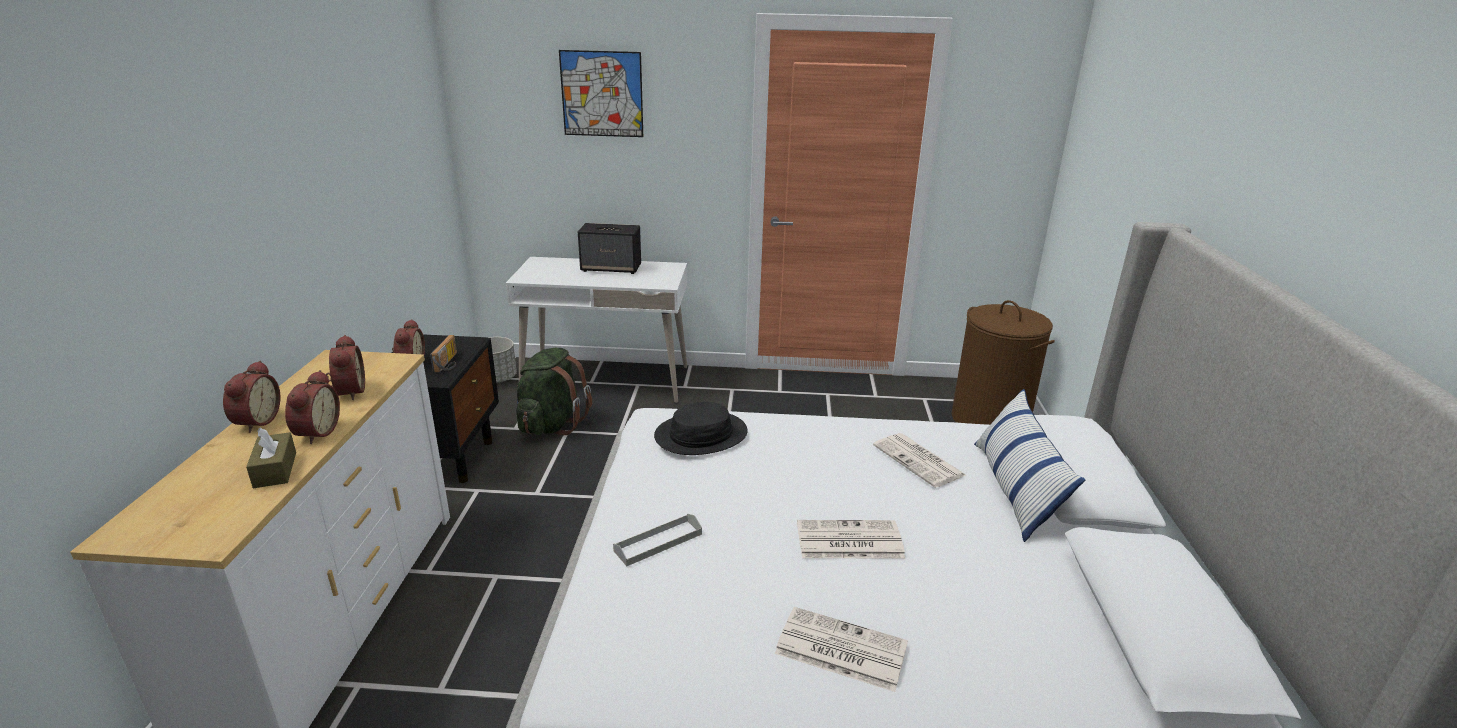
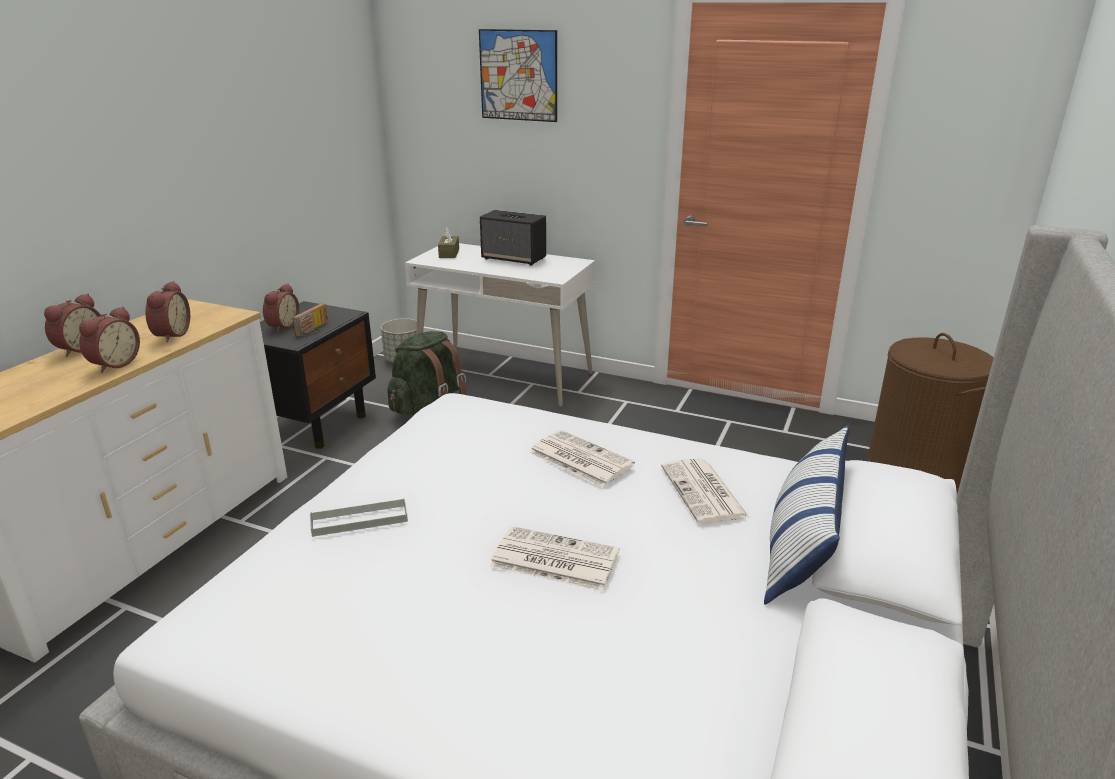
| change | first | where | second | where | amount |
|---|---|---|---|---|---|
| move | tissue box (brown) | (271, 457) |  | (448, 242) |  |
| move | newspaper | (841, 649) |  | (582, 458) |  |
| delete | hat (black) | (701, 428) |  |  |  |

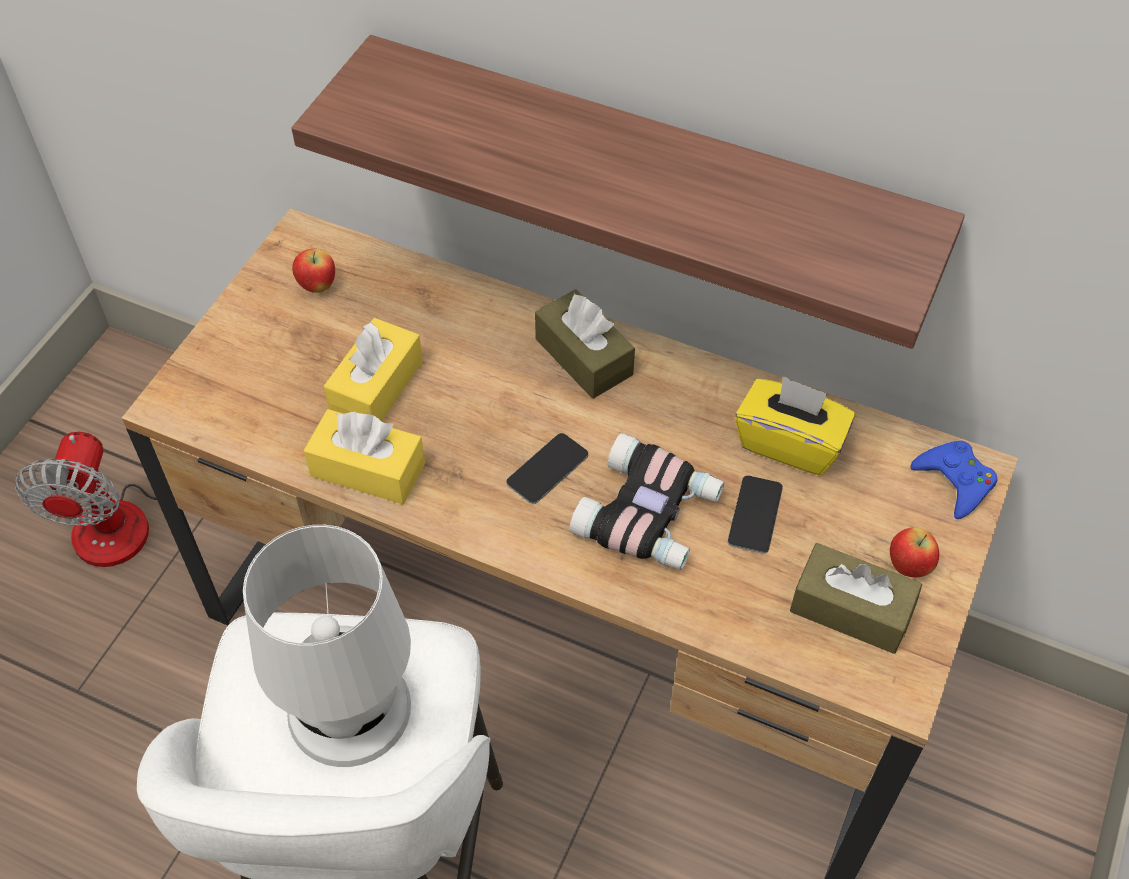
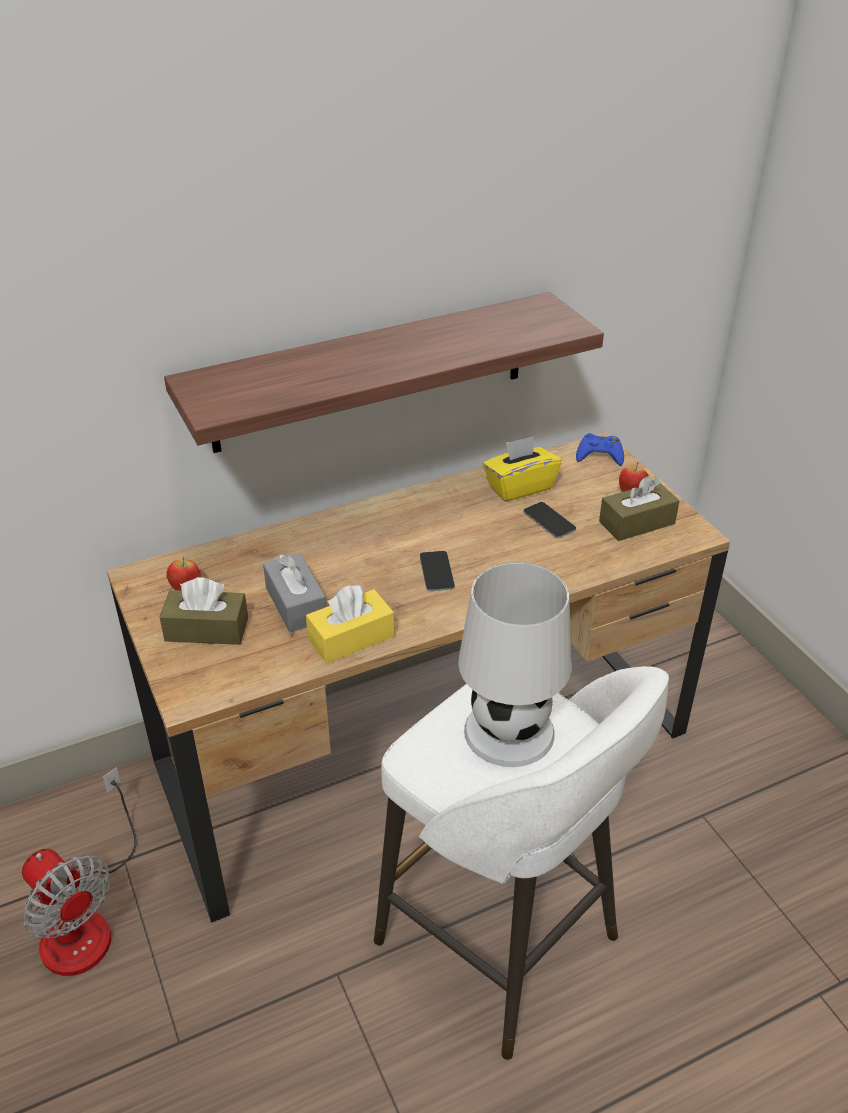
| change | first | where | second | where | amount |
|---|---|---|---|---|---|
| move | tissue box (brown) | (585, 344) |  | (204, 611) |  |
| recolor | tissue box (yellow-coloured) | (373, 369) | tissue box (gray) | (294, 592) |  |
| delete | binoculars | (646, 501) |  |  |  |

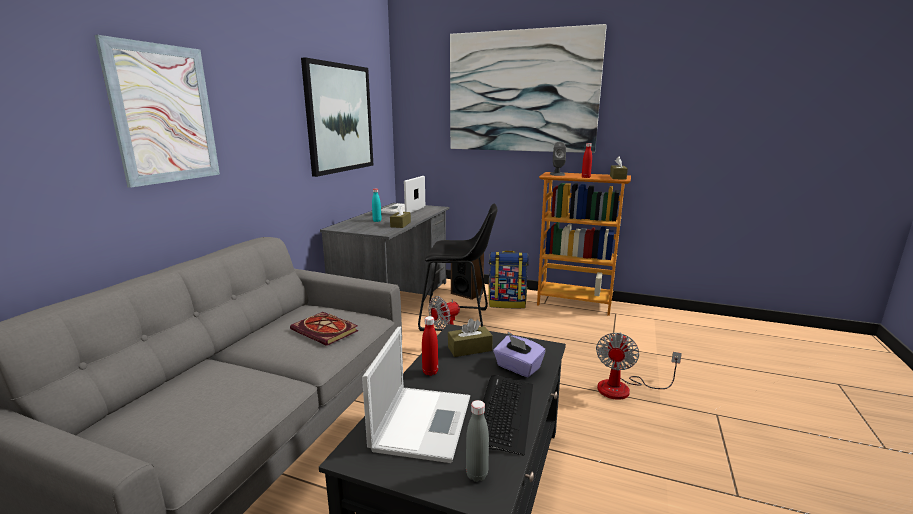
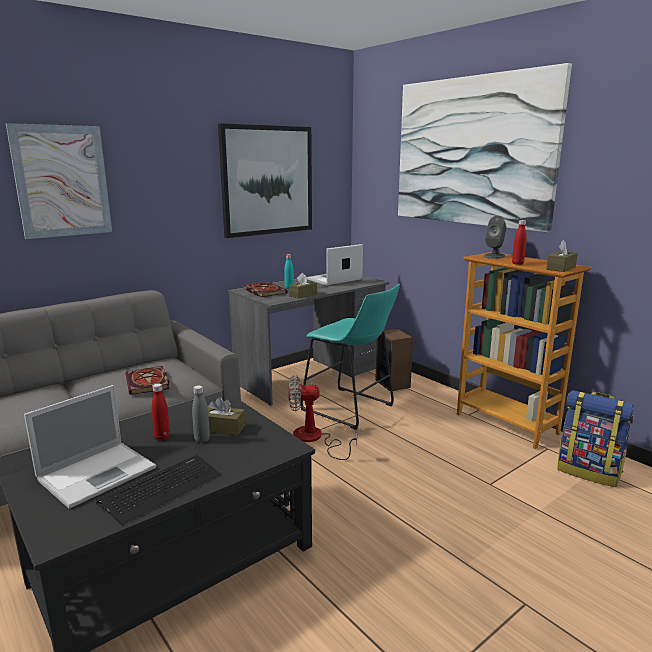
| change | first | where | second | where | amount |
|---|---|---|---|---|---|
| move | bottle (gray) | (477, 441) |  | (201, 414) |  |
| insert |  |  | bound book | (266, 289) |  |
| recolor | sitting stool (black) | (458, 267) | sitting stool (turquoise-coloured) | (350, 357) |  |
| move | rucksack | (508, 279) |  | (595, 438) |  |
| delete | tissue box (purplish) | (519, 356) |  |  |  |
| delete | electric fan | (639, 366) |  |  |  |

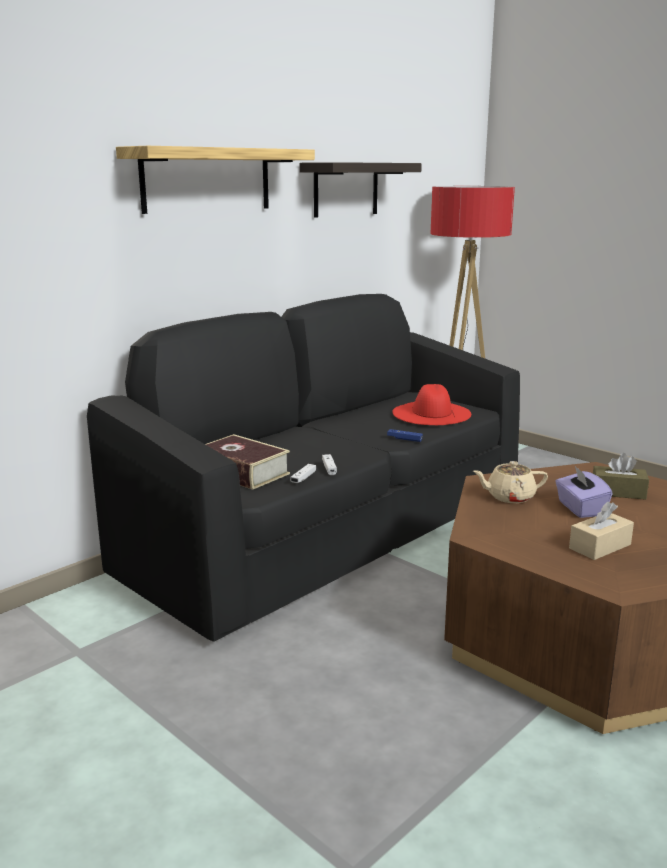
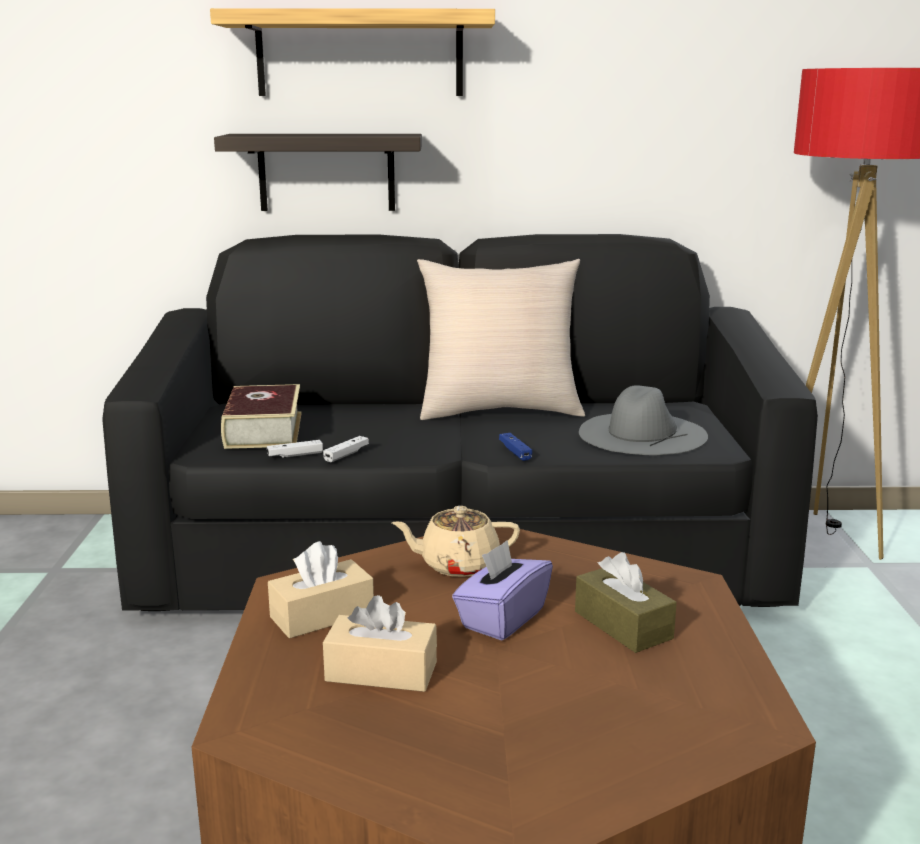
| change | first | where | second | where | amount |
|---|---|---|---|---|---|
| move | bracket shelf | (360, 190) |  | (318, 172) |  |
| insert |  |  | tissue box (beige) | (321, 590) |  |
| rotate | tea pot (beige) | (510, 482) |  | (456, 541) | 45 degrees counterclockwise |
| insert |  |  | throw pillow (beige) | (501, 339) |  |
| recolor | hat (red) | (431, 404) | hat (gray) | (643, 420) |  |

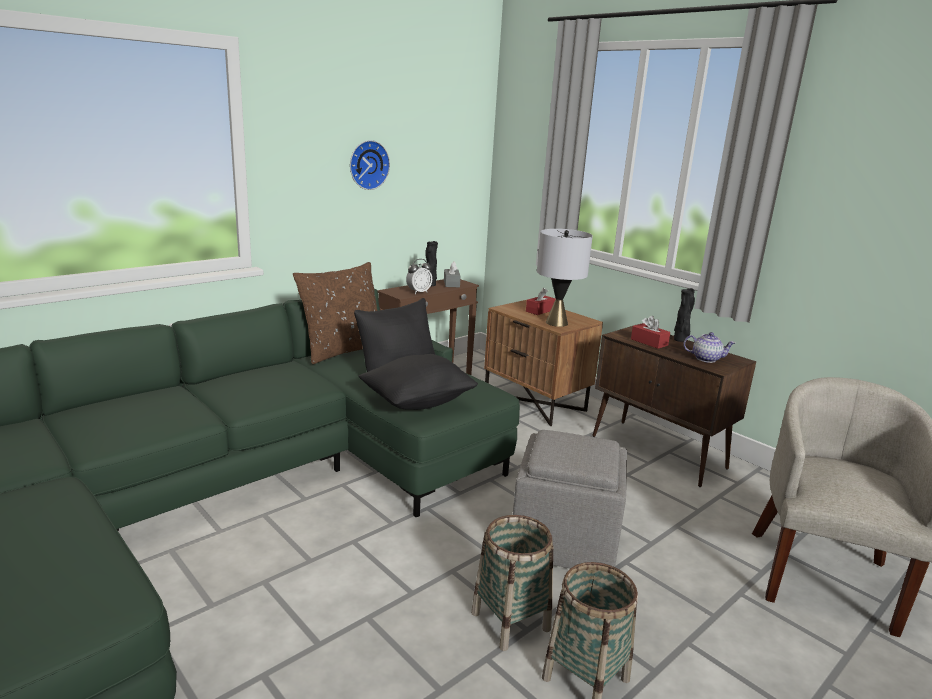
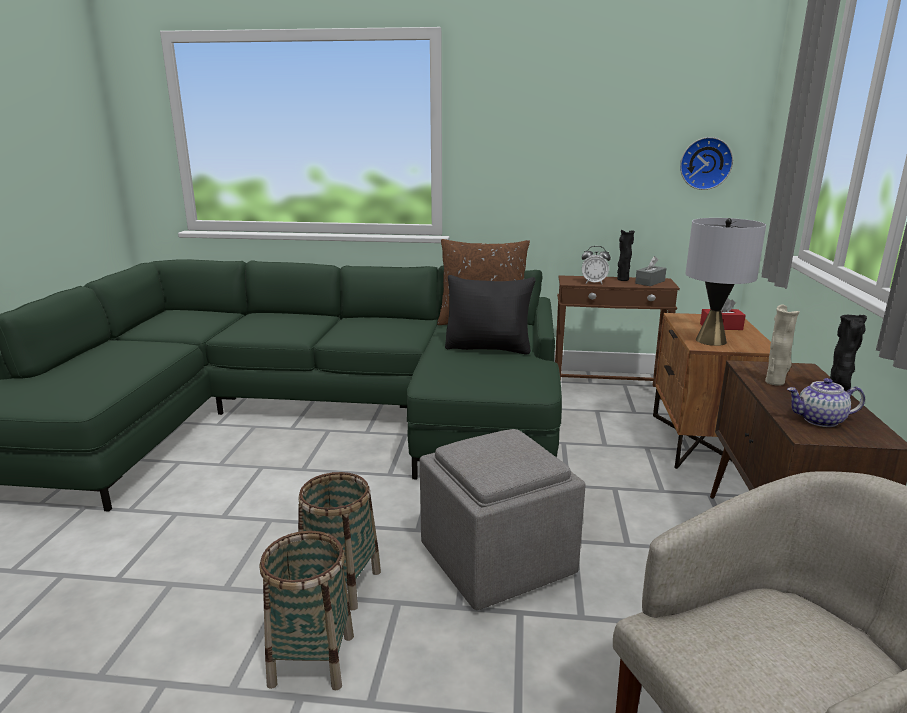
| change | first | where | second | where | amount |
|---|---|---|---|---|---|
| move | hanging clock | (370, 165) |  | (706, 163) |  |
| replace | tissue box (red) | (650, 332) | vase (beige) | (782, 345) |  |
| rotate | tea pot | (709, 347) |  | (826, 402) | 120 degrees clockwise |
| delete | throw pillow (black) | (418, 382) |  |  |  |

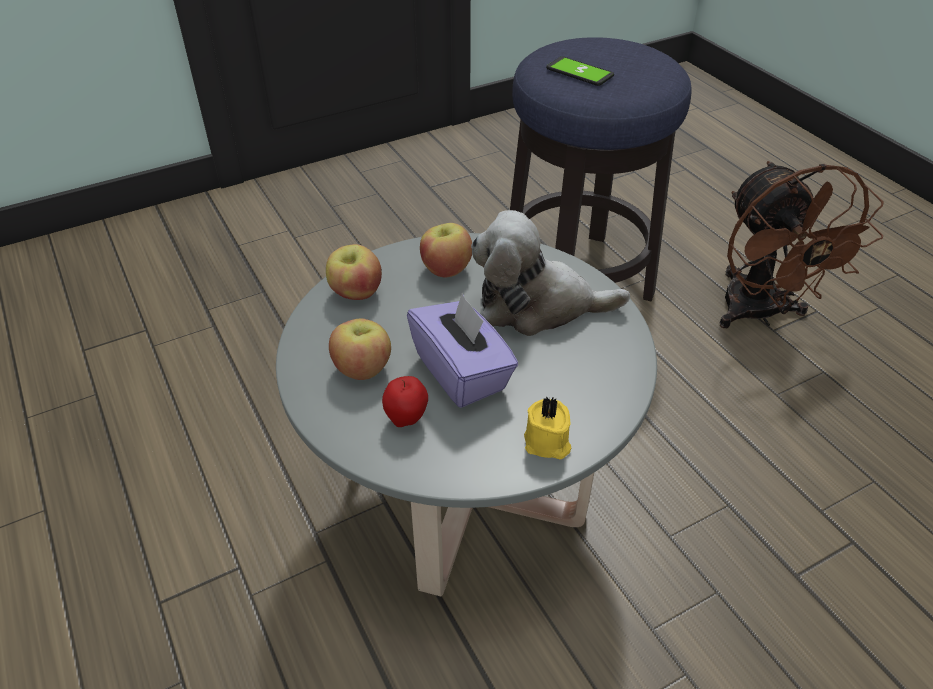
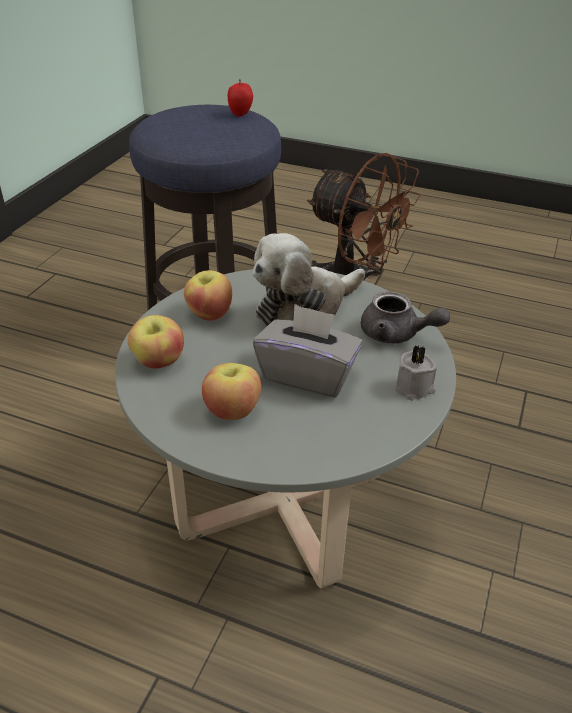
| change | first | where | second | where | amount |
|---|---|---|---|---|---|
| move | apple fruit | (405, 401) |  | (240, 98) |  |
| recolor | tissue box (purplish) | (462, 350) | tissue box (gray) | (308, 350) |  |
| insert |  |  | tea pot (gray) | (405, 318) |  |
| recolor | candle (yellow-coloured) | (547, 427) | candle (gray) | (415, 373) |  |
| delete | phone | (580, 71) |  |  |  |

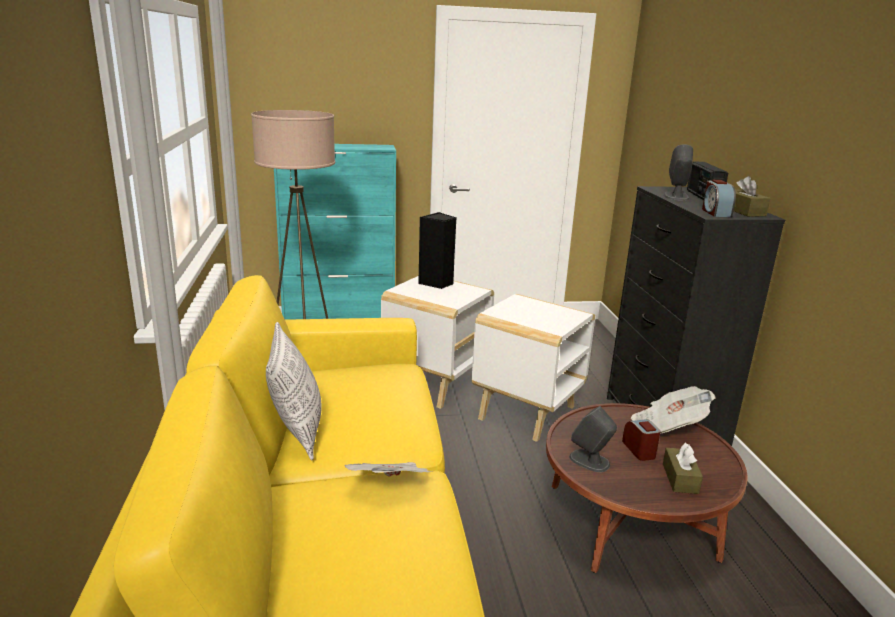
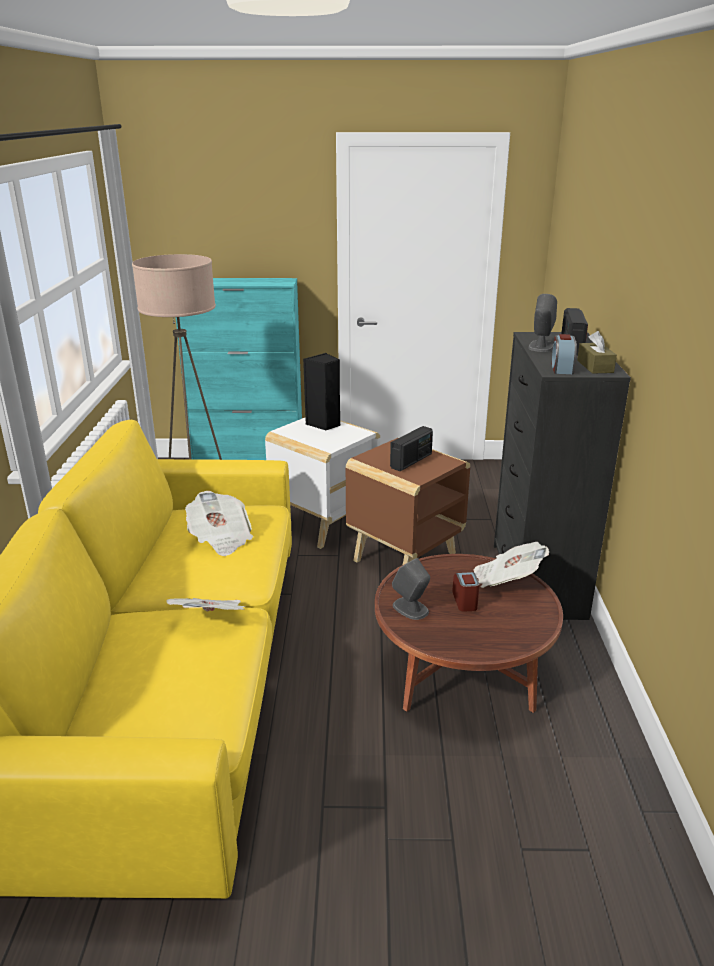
| change | first | where | second | where | amount |
|---|---|---|---|---|---|
| insert |  |  | newspaper | (219, 523) |  |
| recolor | side table (white) | (533, 368) | side table (brown) | (408, 501) |  |
| insert |  |  | radio receiver | (411, 448) |  |
| delete | throw pillow | (293, 391) |  |  |  |
| delete | tissue box (brown) | (683, 468) |  |  |  |

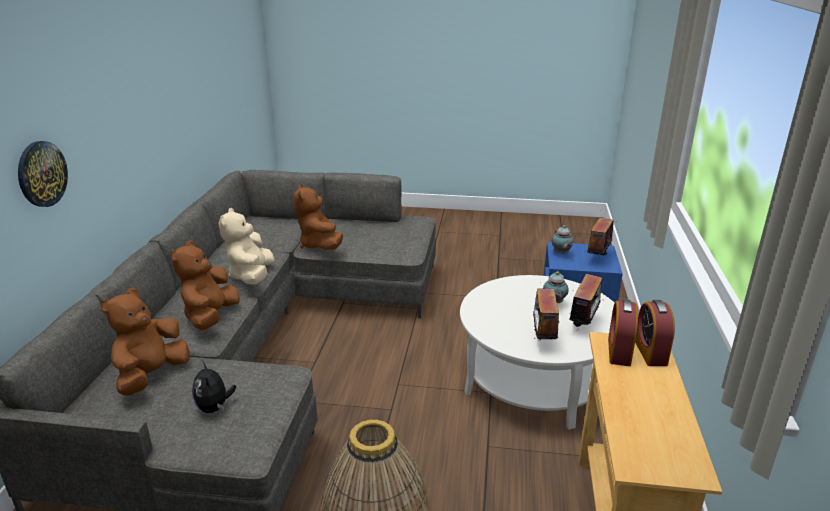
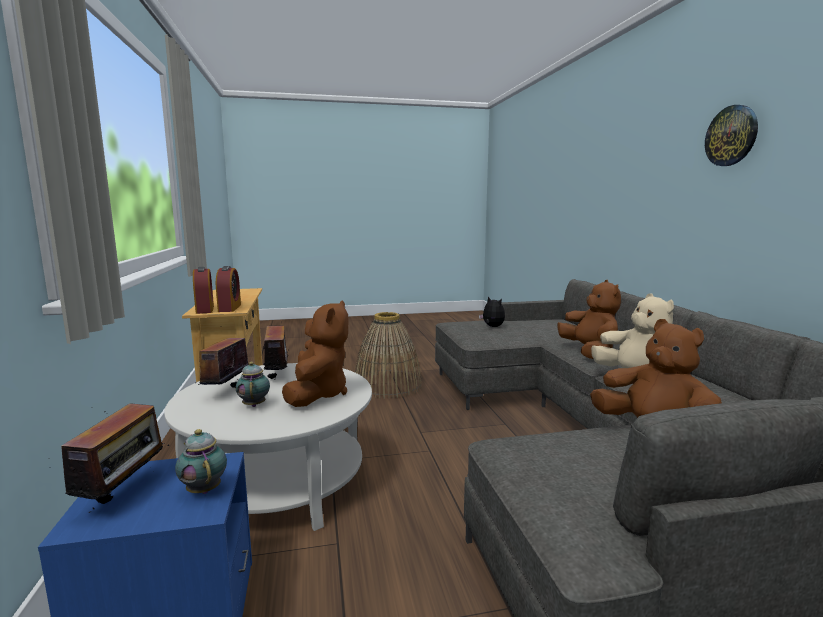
| change | first | where | second | where | amount |
|---|---|---|---|---|---|
| move | plush toy (brown) | (145, 342) |  | (315, 353) |  |
| move | hanging clock | (43, 174) |  | (731, 135) |  |

